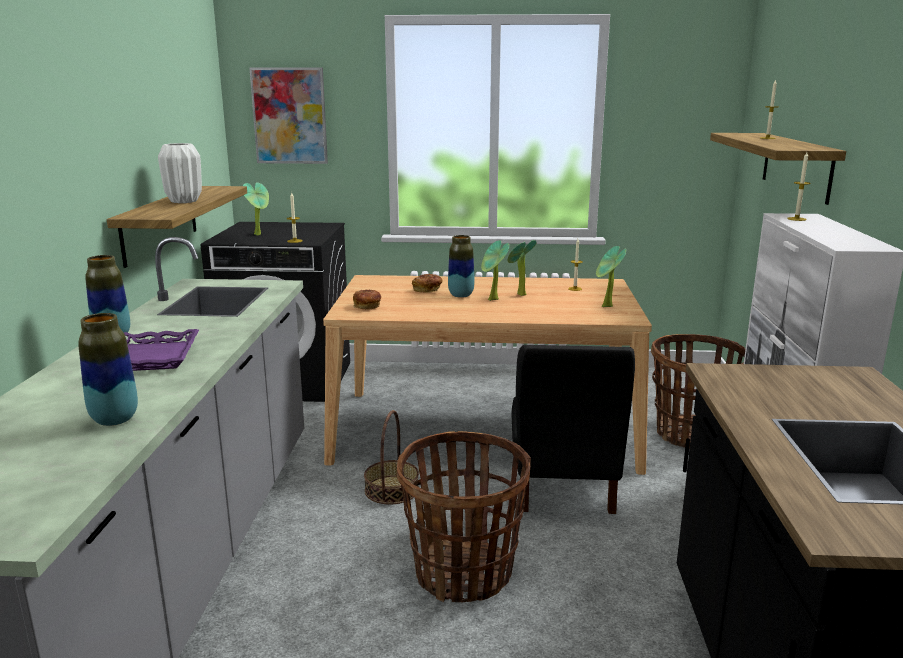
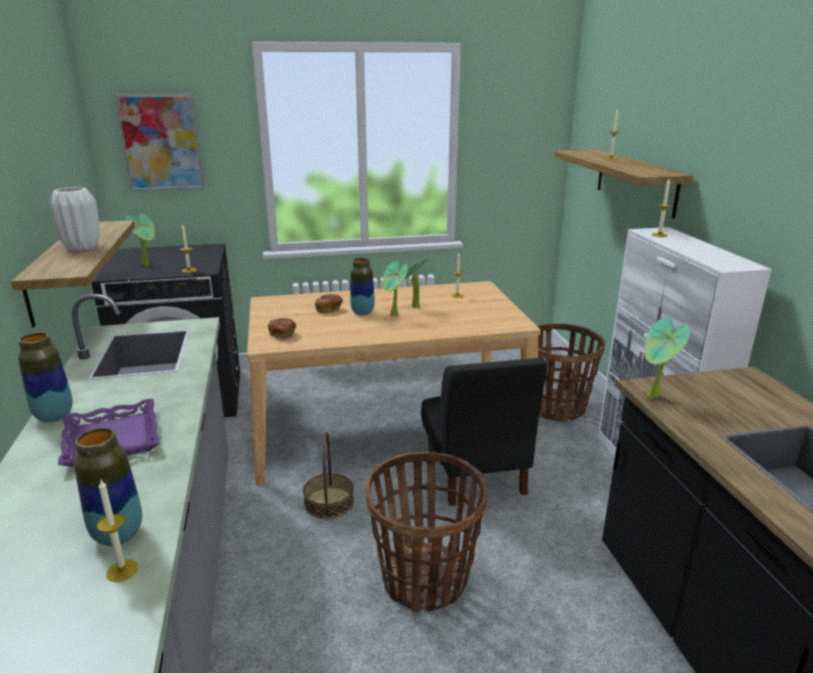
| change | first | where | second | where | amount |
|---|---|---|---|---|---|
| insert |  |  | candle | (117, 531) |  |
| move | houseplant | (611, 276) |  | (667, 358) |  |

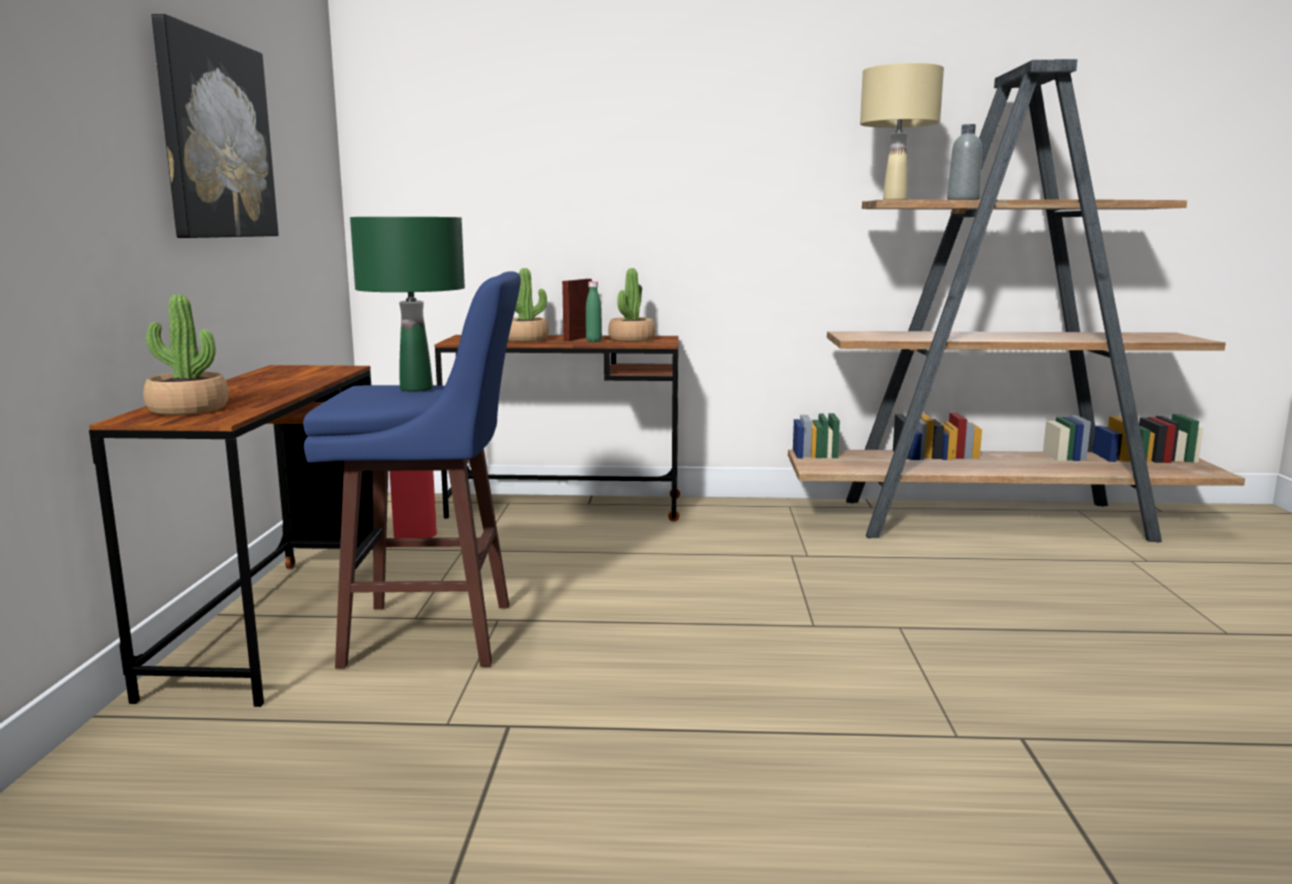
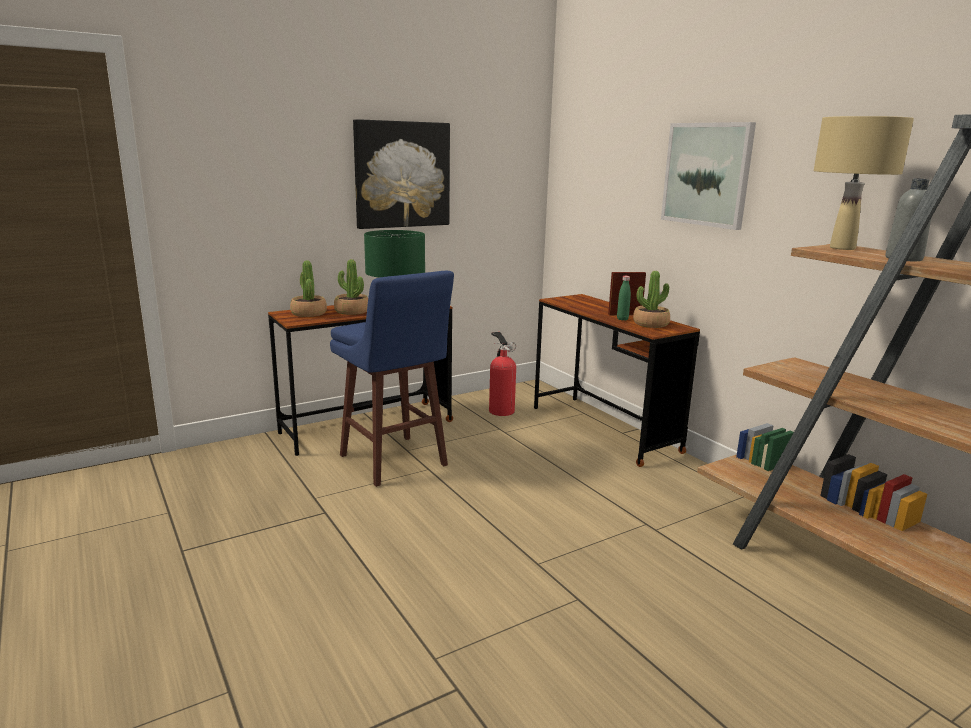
| change | first | where | second | where | amount |
|---|---|---|---|---|---|
| move | houseplant | (528, 305) |  | (351, 287) |  |
| insert |  |  | wall picture | (708, 176) |  |

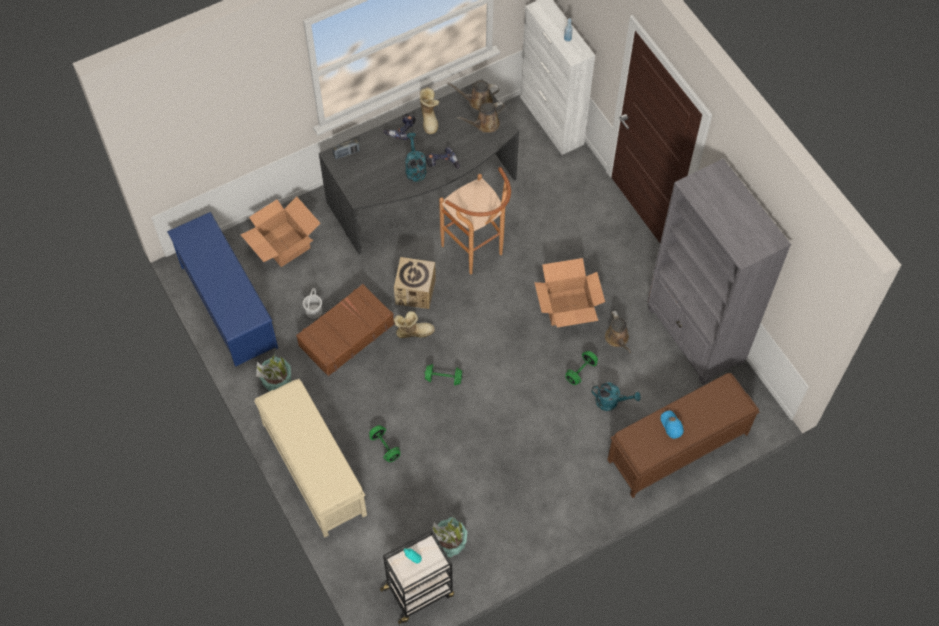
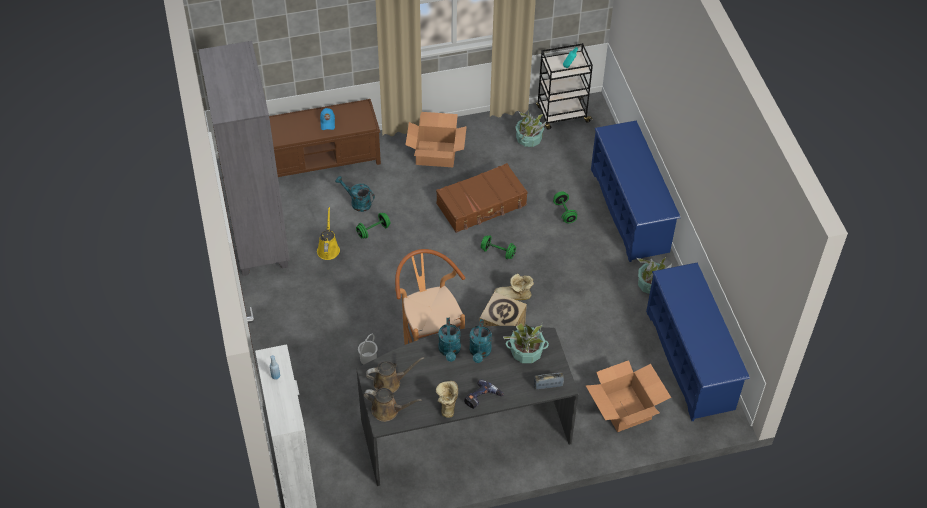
| change | first | where | second | where | amount |
|---|---|---|---|---|---|
| recolor | sprinkling can (brown) | (618, 332) | sprinkling can (yellow-coloured) | (328, 233) |  |
| move | pail (white) | (312, 303) |  | (368, 349) |  |
| move | cardboard box | (569, 292) |  | (436, 139) |  |
| move | suitcase (brown) | (345, 330) |  | (482, 198) |  |
| replace | power drill | (442, 158) | sprinkling can (turquoise-coloured) | (449, 340) |  |
| insert |  |  | houseplant | (526, 342) |  |
| replace | indoor bench (beige) | (310, 458) | shoe stand (bluish) | (636, 191) |  |

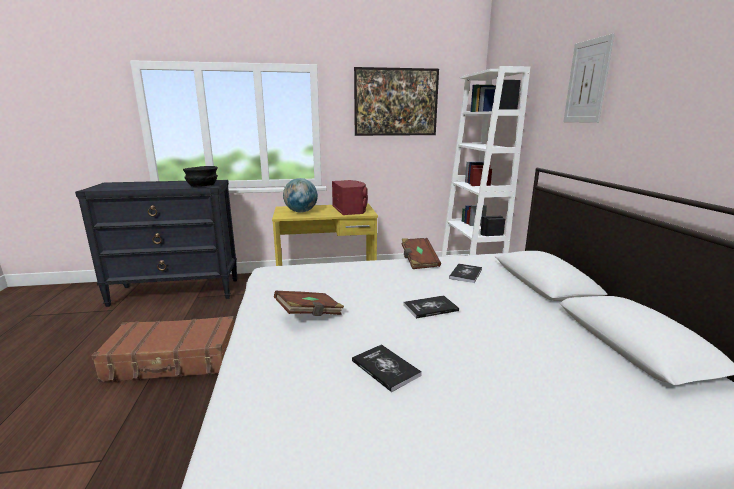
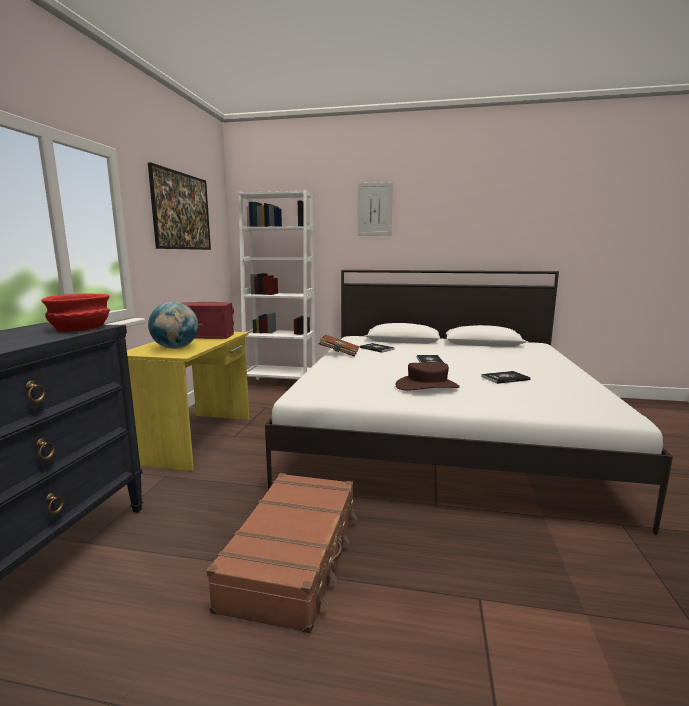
| change | first | where | second | where | amount |
|---|---|---|---|---|---|
| recolor | bowl (black) | (200, 176) | bowl (red) | (75, 312) |  |
| replace | bound book (brown) | (309, 303) | hat (brown) | (427, 376) |  |

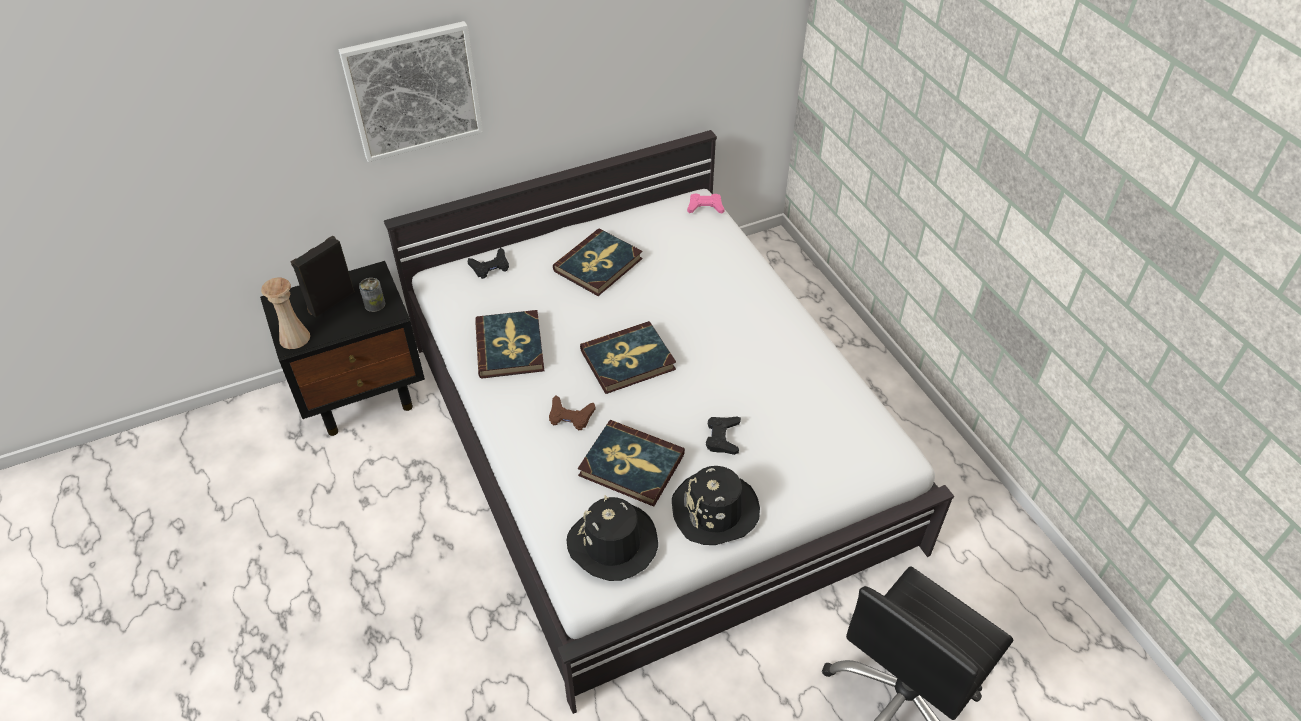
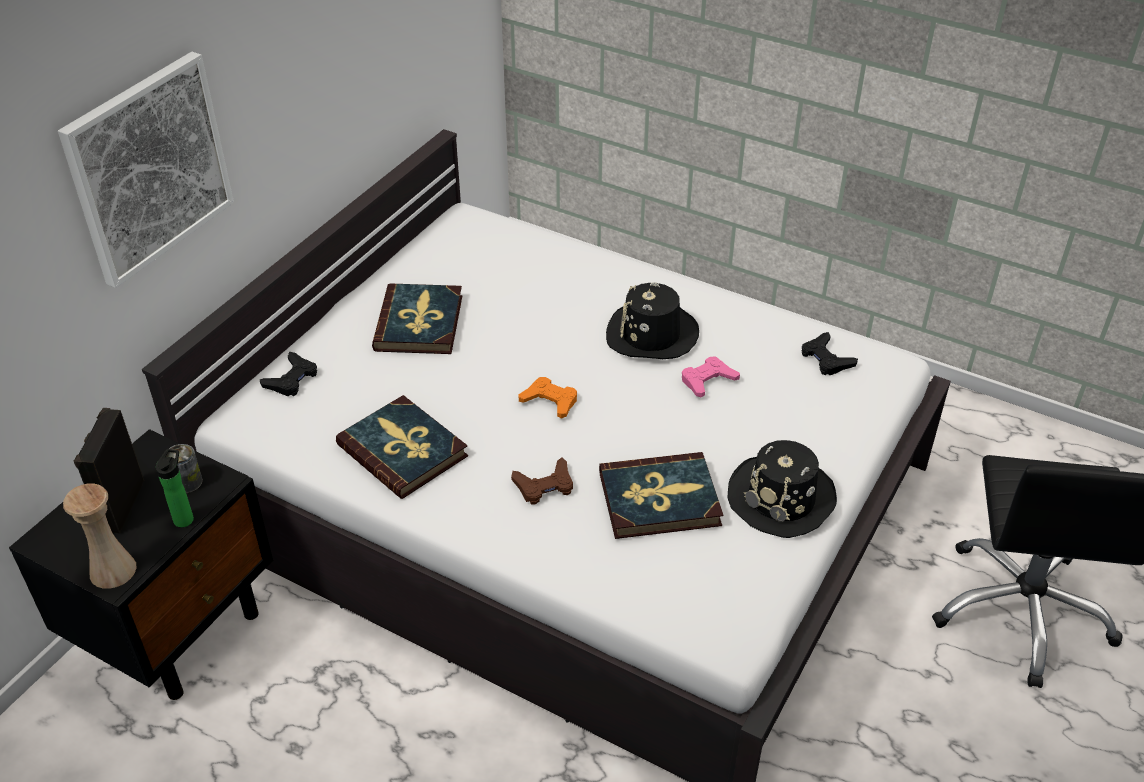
| change | first | where | second | where | amount |
|---|---|---|---|---|---|
| insert |  |  | bottle | (175, 488) |  |
| replace | bound book | (628, 357) | gamepad (orange-coloured) | (548, 398) |  |
| move | hat (black) | (612, 538) |  | (652, 320) |  |
| move | gamepad (pinkish) | (706, 203) |  | (711, 377) |  |
| move | gamepad (black) | (723, 435) |  | (830, 353) |  |

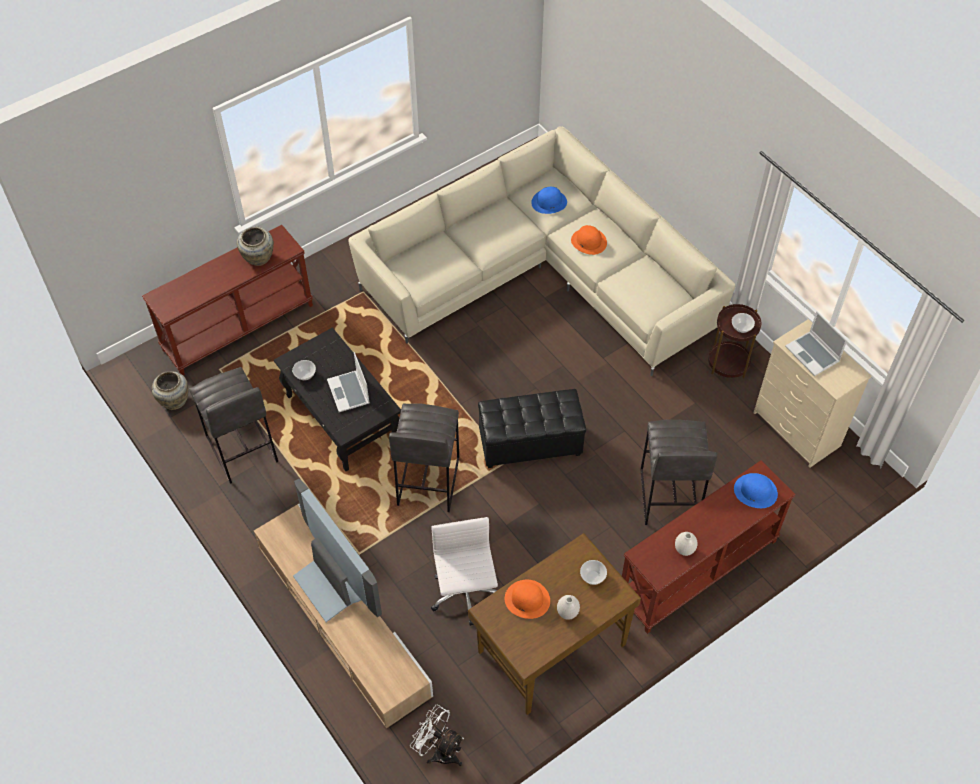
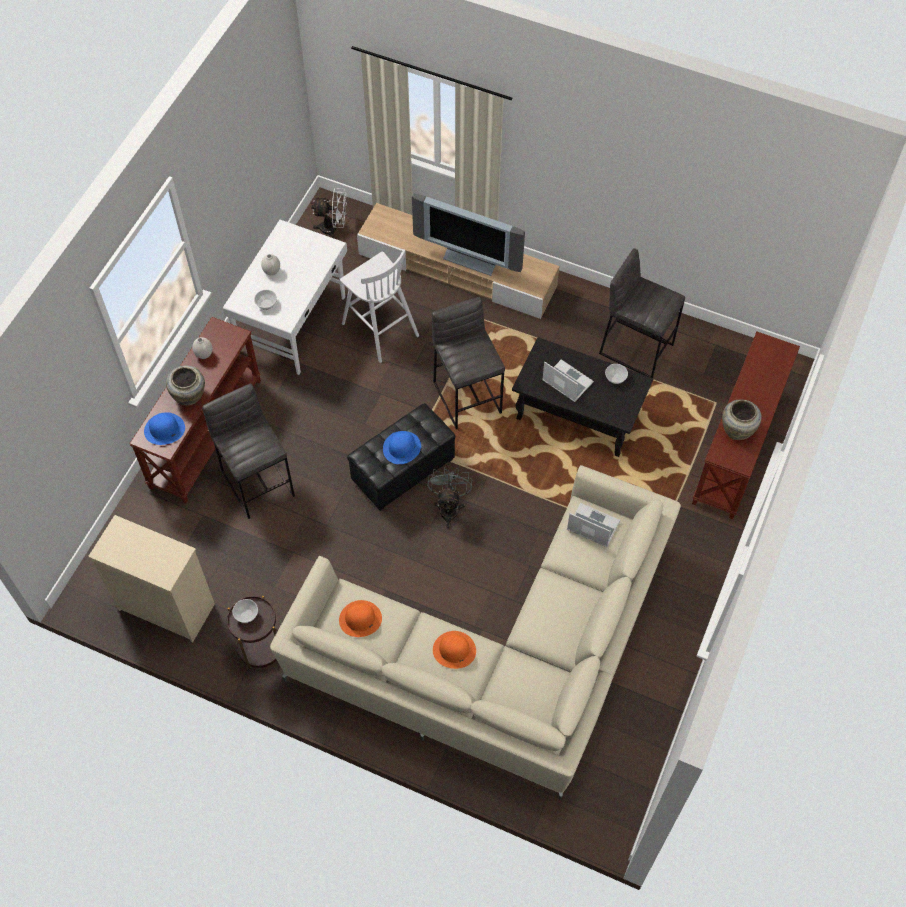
| change | first | where | second | where | amount |
|---|---|---|---|---|---|
| move | vase (beige) | (170, 390) |  | (185, 385) |  |
| recolor | desk table (brown) | (554, 624) | desk table (white) | (285, 297) |  |
| move | hat (orange-coloured) | (527, 599) |  | (360, 618) |  |
| replace | computer chair (white) | (464, 571) | sitting stool (white) | (379, 306) |  |
| move | hat (bluish) | (549, 200) |  | (402, 447) |  |
| insert |  |  | electric fan (gray) | (449, 497) |  |
| move | portable computer | (816, 343) |  | (593, 525) |  |

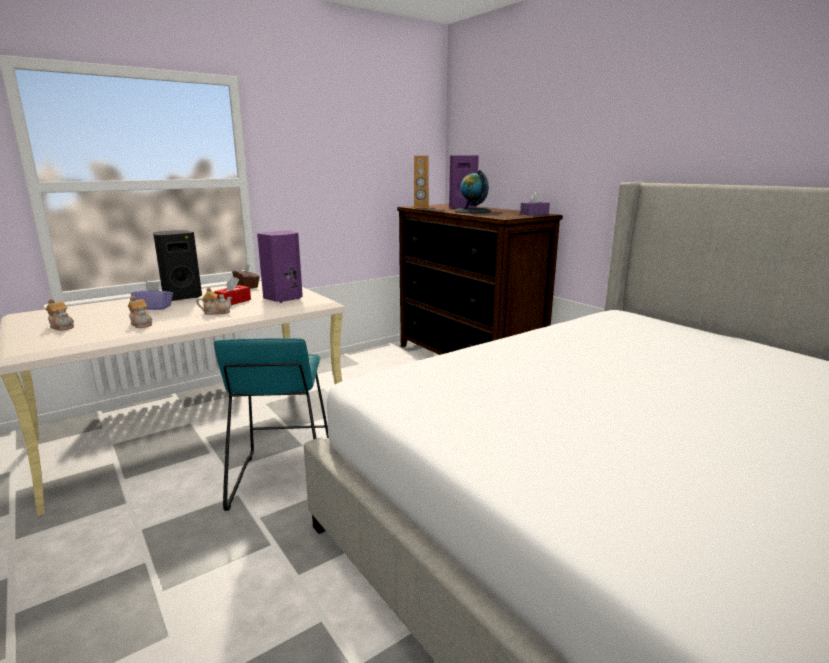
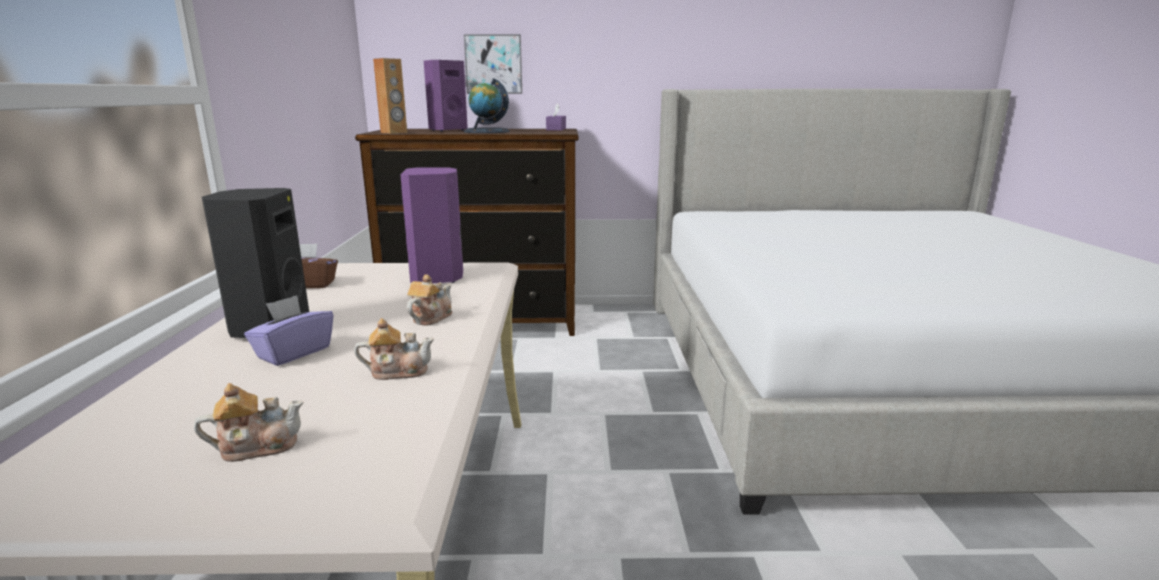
| change | first | where | second | where | amount |
|---|---|---|---|---|---|
| insert |  |  | wall picture | (493, 64) |  |
| delete | tissue box (red) | (232, 290) |  |  |  |
| delete | sitting stool (turquoise-coloured) | (271, 424) |  |  |  |

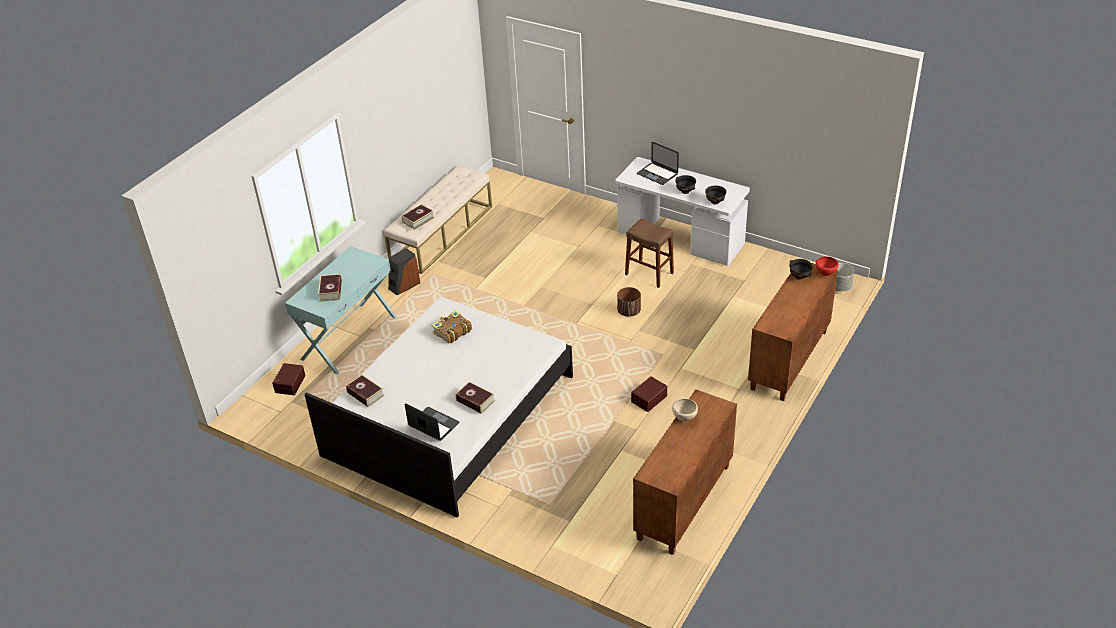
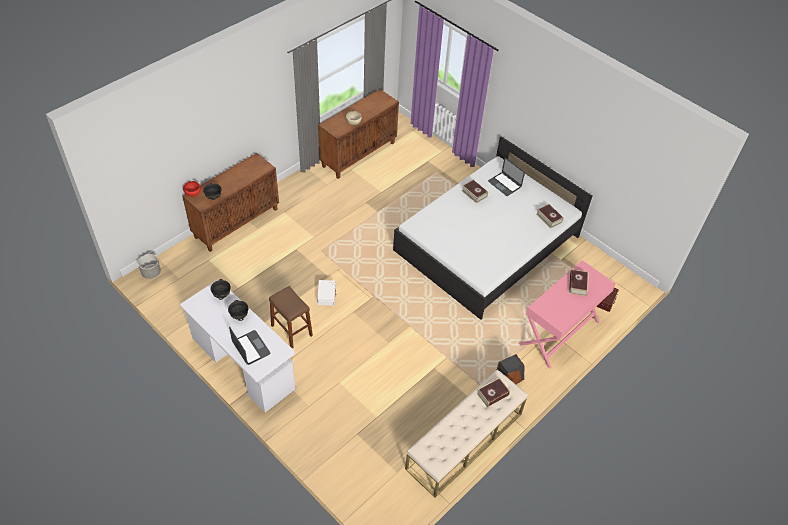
| change | first | where | second | where | amount |
|---|---|---|---|---|---|
| replace | plant pot (brown) | (629, 302) | storage box (white) | (327, 293) |  |
| recolor | console table (turquoise-coloured) | (341, 310) | console table (pinkish) | (567, 314) |  |
| delete | bound book | (452, 327) |  |  |  |
| delete | storage box (brown) | (649, 394) |  |  |  |

